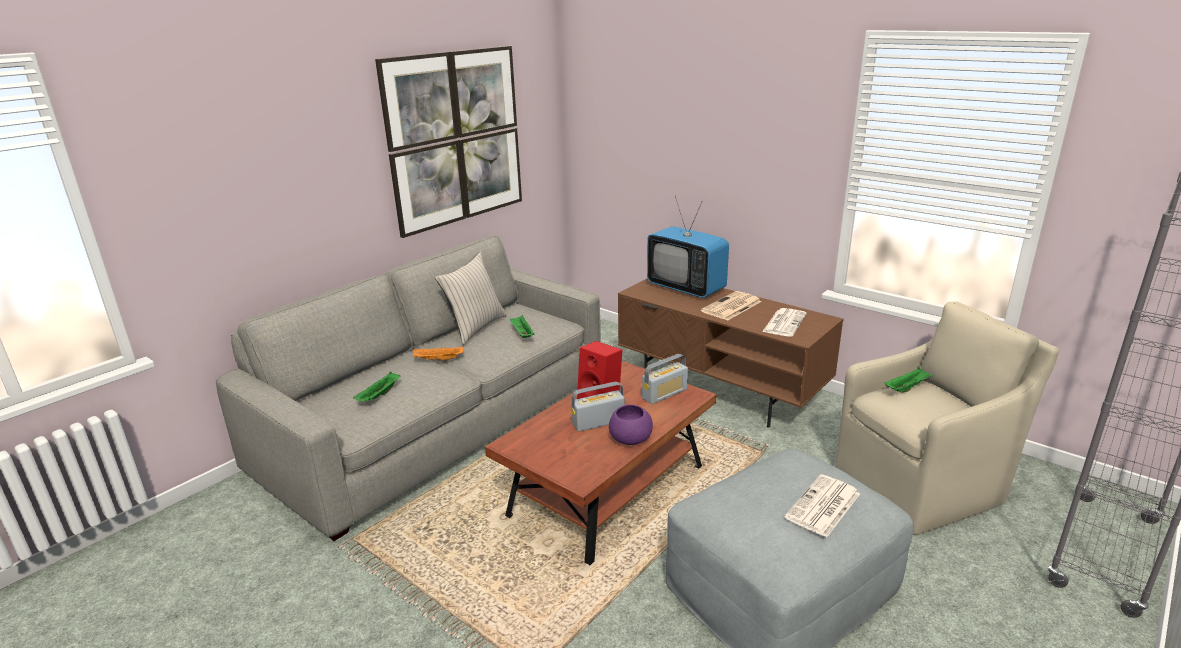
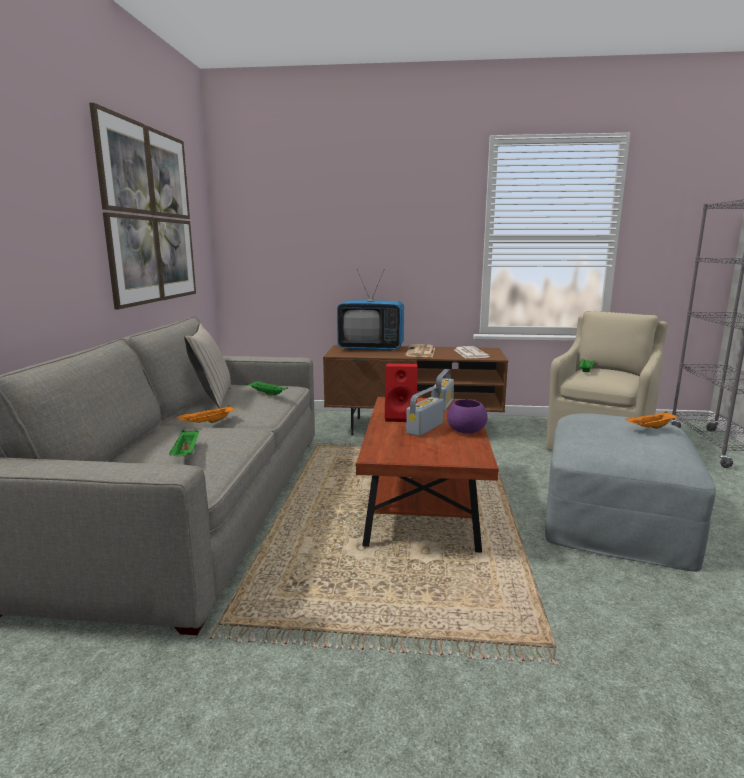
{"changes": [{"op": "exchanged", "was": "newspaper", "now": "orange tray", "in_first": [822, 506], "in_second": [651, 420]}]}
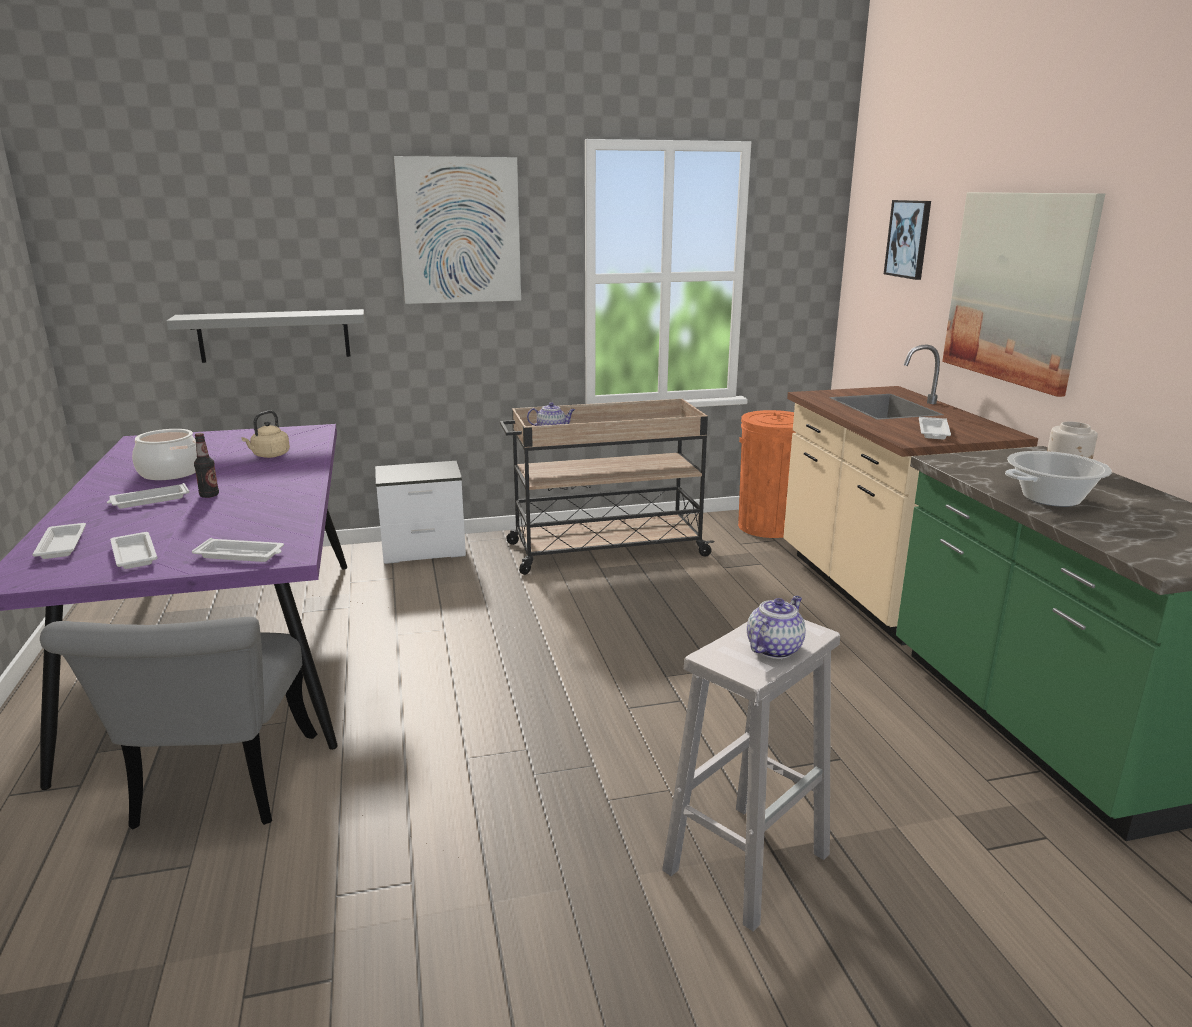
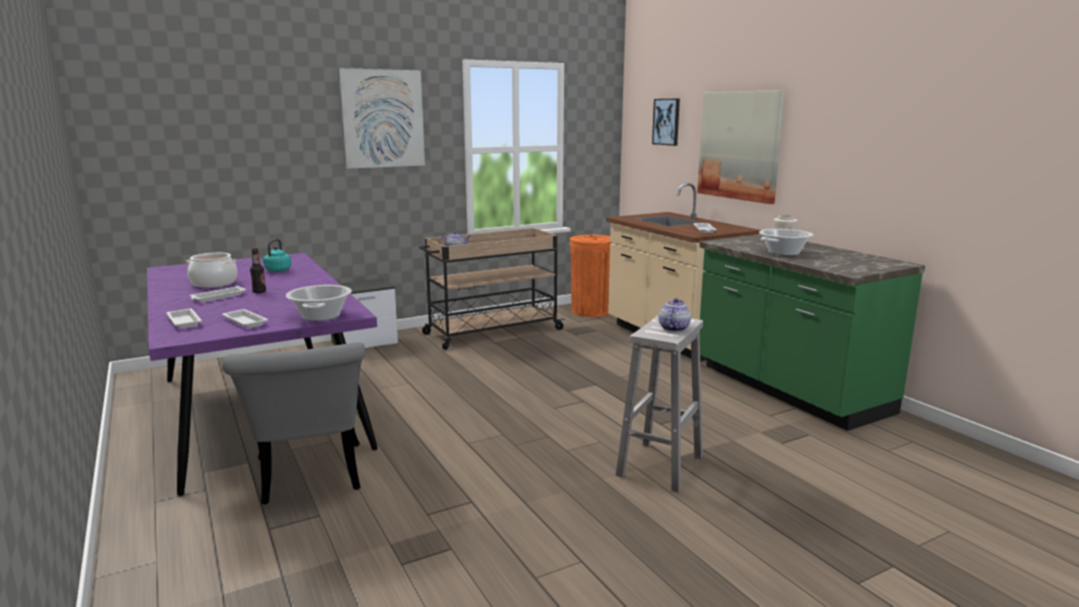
{"changes": [{"op": "missing", "was": "grey shelf", "in_first": [265, 336]}, {"op": "colour", "was": "beige kettle", "now": "turquoise kettle", "in_first": [265, 434], "in_second": [276, 255]}, {"op": "exchanged", "was": "white tray", "now": "cooking pot", "in_first": [238, 550], "in_second": [319, 303]}]}
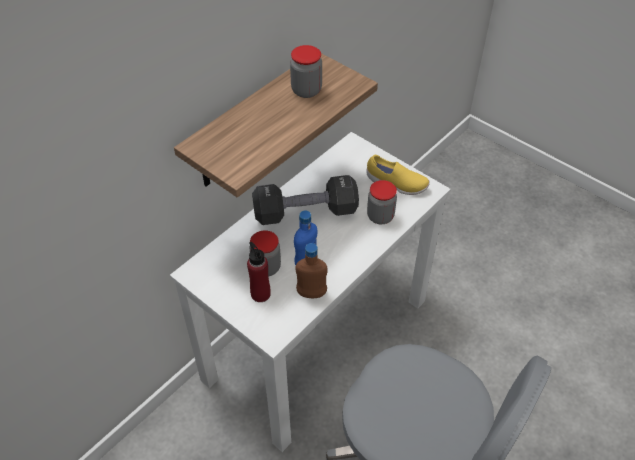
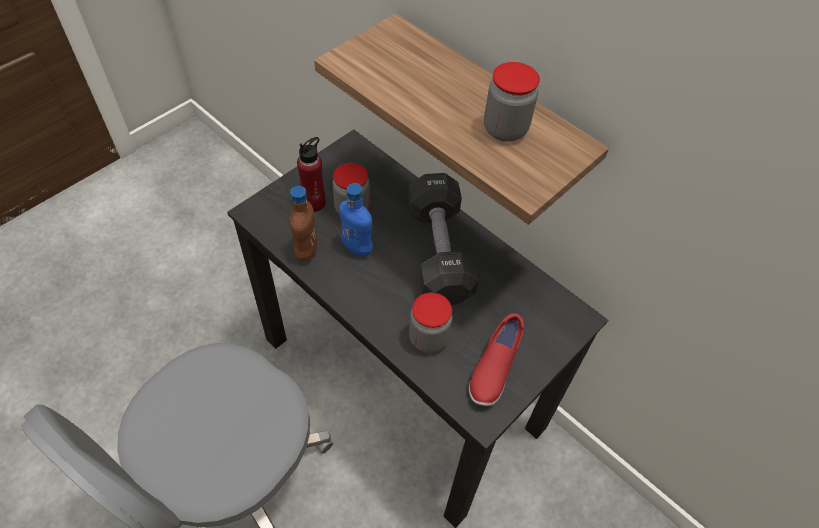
{"changes": [{"op": "colour", "was": "white desk", "now": "black desk", "in_first": [310, 292], "in_second": [417, 328]}, {"op": "colour", "was": "yellow shoe", "now": "red shoe", "in_first": [398, 175], "in_second": [496, 359]}]}
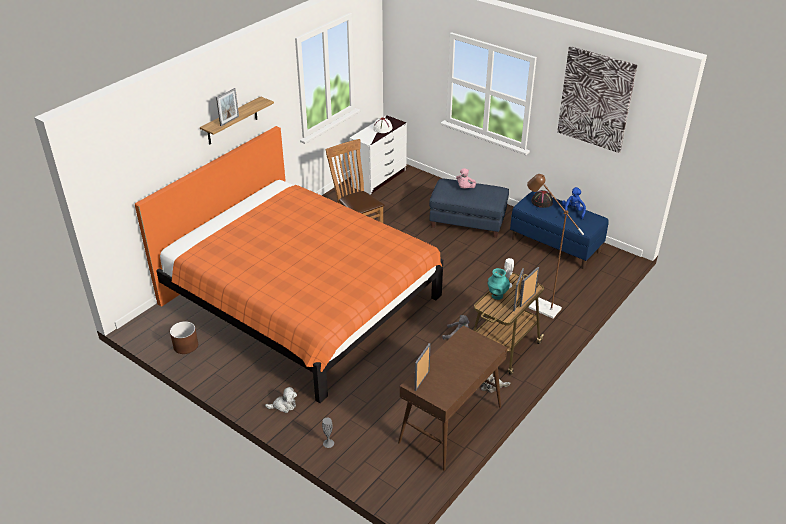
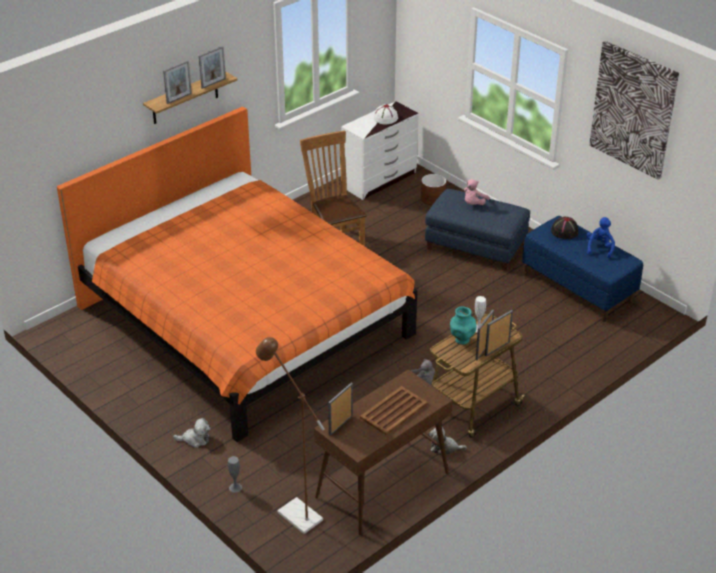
{"changes": [{"op": "relocated", "was": "brown floor lamp", "in_first": [555, 246], "in_second": [290, 435]}, {"op": "relocated", "was": "brown planter", "in_first": [184, 337], "in_second": [433, 189]}, {"op": "appeared", "now": "picture frame", "in_second": [212, 67]}, {"op": "appeared", "now": "brown tray", "in_second": [394, 410]}]}
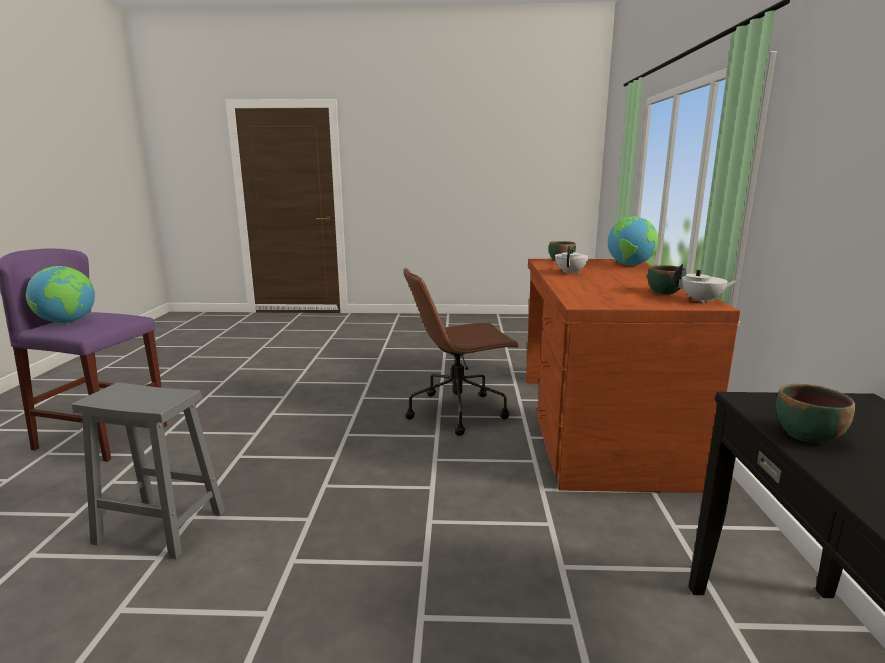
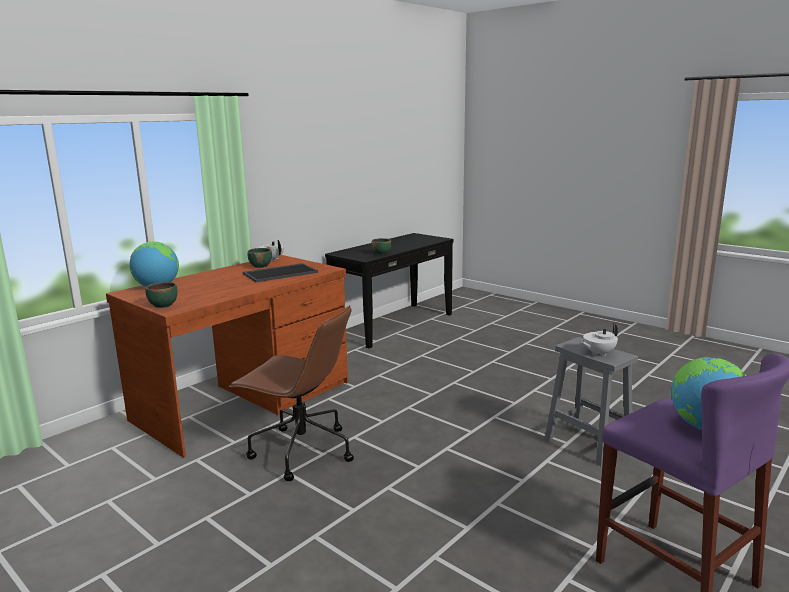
{"changes": [{"op": "relocated", "was": "white teapot", "in_first": [572, 260], "in_second": [599, 339]}, {"op": "appeared", "now": "tray", "in_second": [280, 272]}]}
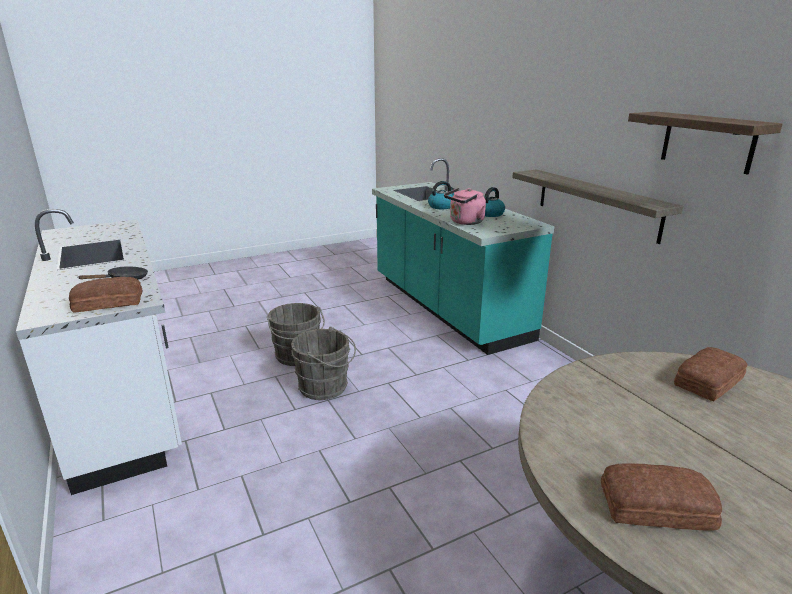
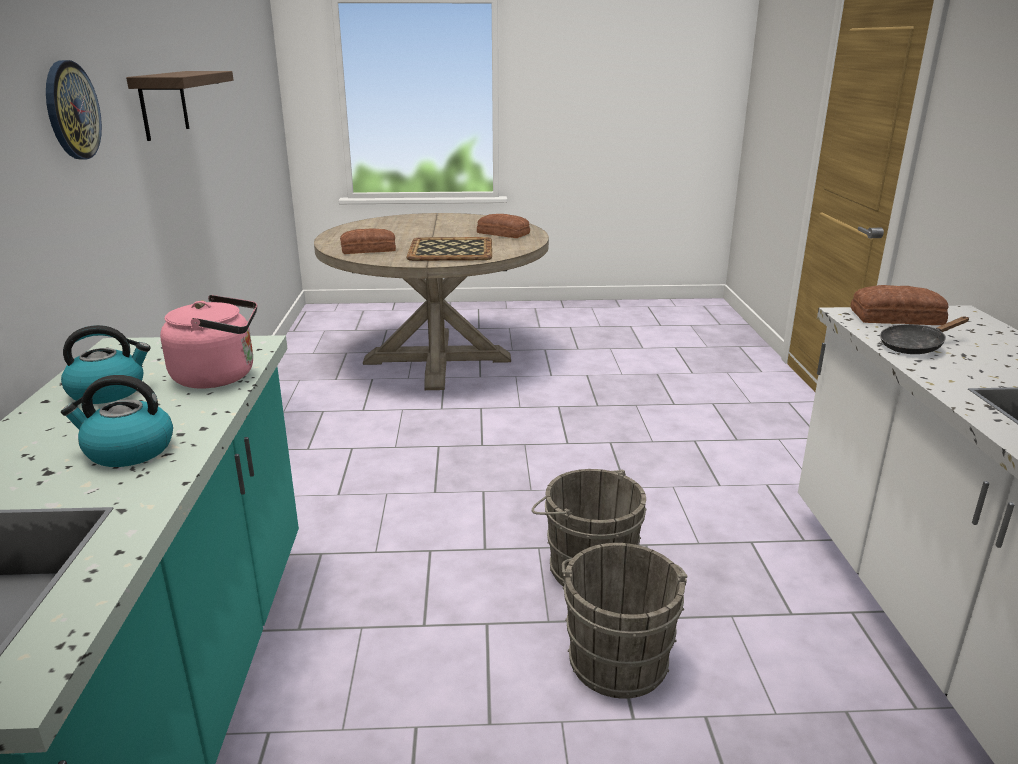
{"changes": [{"op": "missing", "was": "shelf", "in_first": [597, 207]}, {"op": "appeared", "now": "wall clock", "in_second": [74, 109]}, {"op": "appeared", "now": "tray", "in_second": [449, 249]}]}
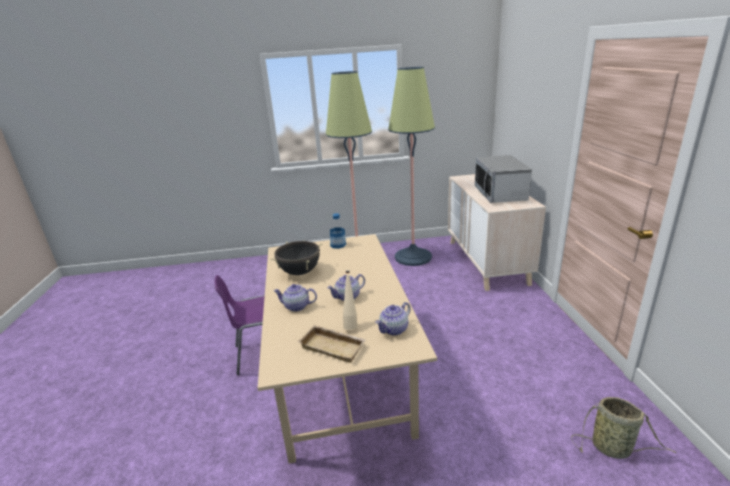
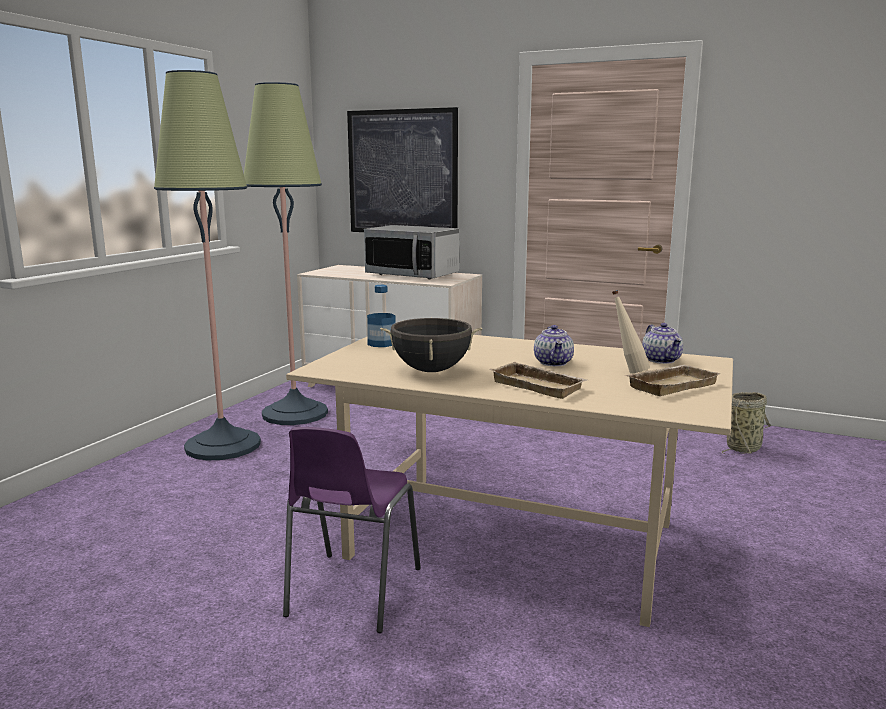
{"changes": [{"op": "exchanged", "was": "teapot", "now": "beige tray", "in_first": [295, 298], "in_second": [538, 380]}, {"op": "appeared", "now": "picture", "in_second": [402, 169]}]}
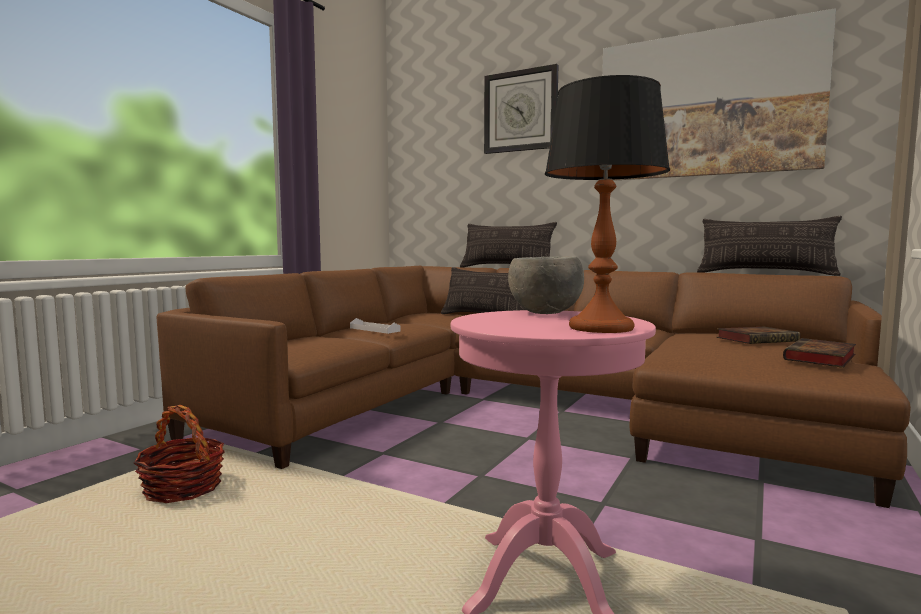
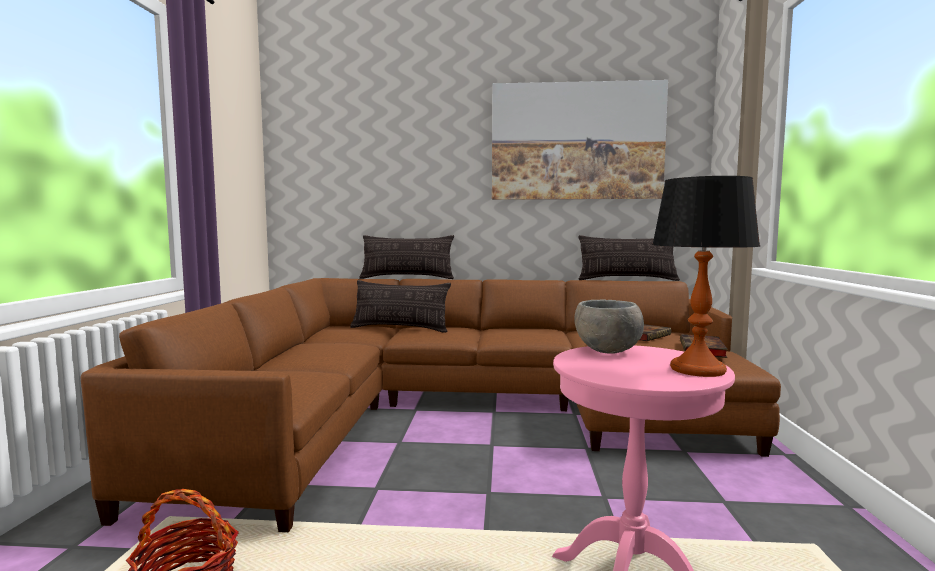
{"changes": [{"op": "missing", "was": "wall clock", "in_first": [521, 109]}, {"op": "missing", "was": "white tray", "in_first": [375, 326]}]}
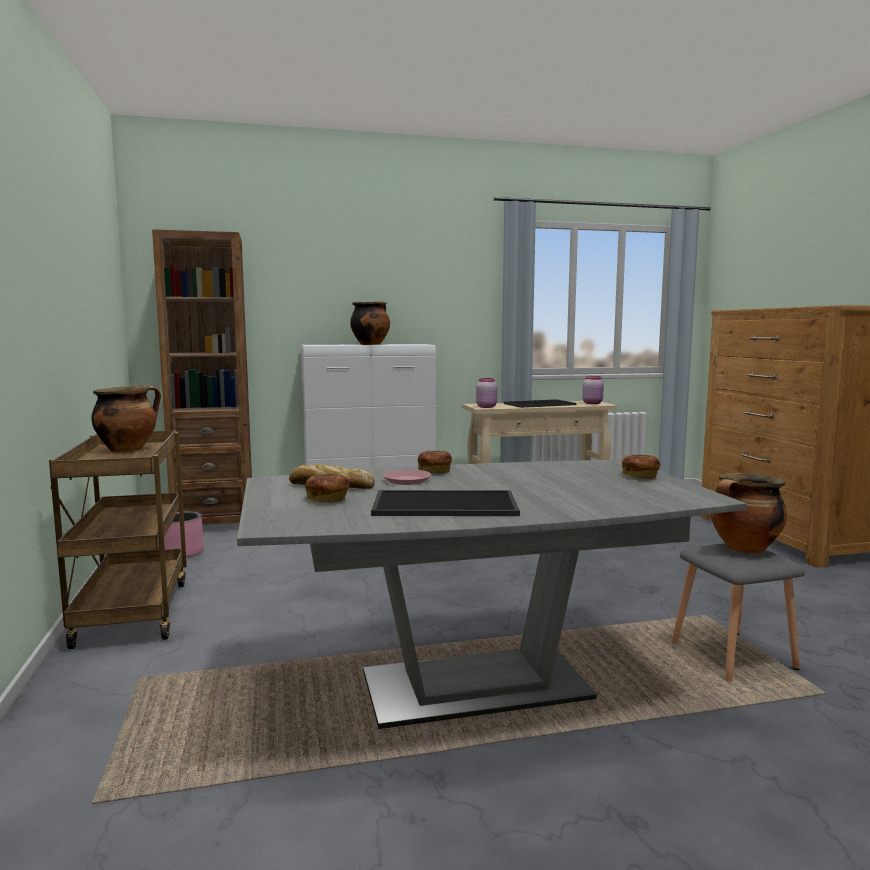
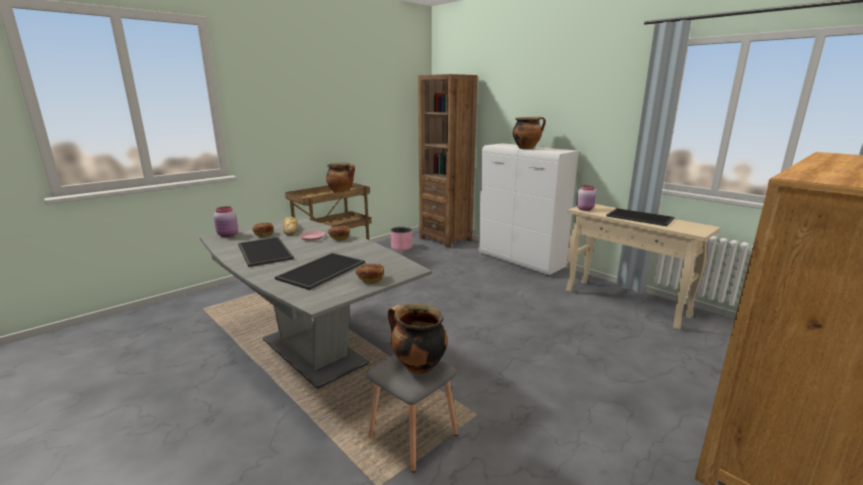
{"changes": [{"op": "relocated", "was": "pink jar", "in_first": [593, 390], "in_second": [226, 221]}, {"op": "appeared", "now": "tray", "in_second": [320, 271]}]}
